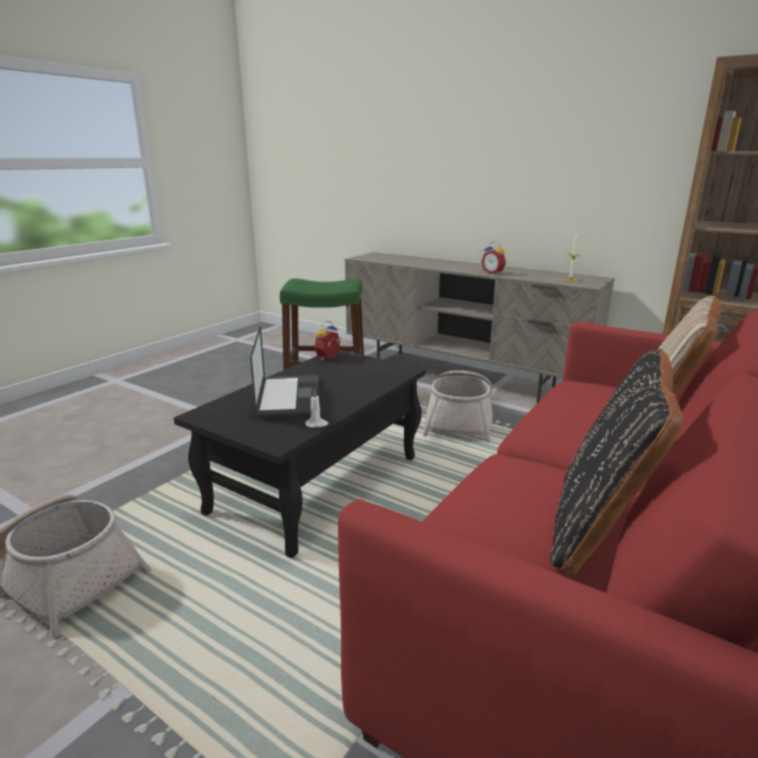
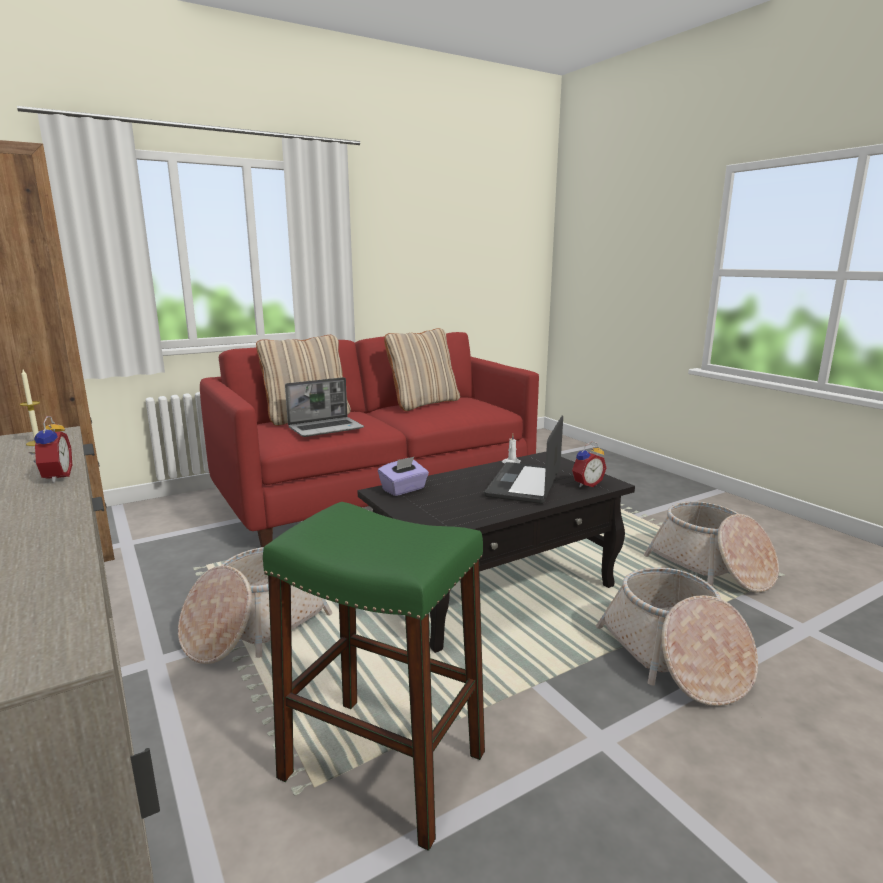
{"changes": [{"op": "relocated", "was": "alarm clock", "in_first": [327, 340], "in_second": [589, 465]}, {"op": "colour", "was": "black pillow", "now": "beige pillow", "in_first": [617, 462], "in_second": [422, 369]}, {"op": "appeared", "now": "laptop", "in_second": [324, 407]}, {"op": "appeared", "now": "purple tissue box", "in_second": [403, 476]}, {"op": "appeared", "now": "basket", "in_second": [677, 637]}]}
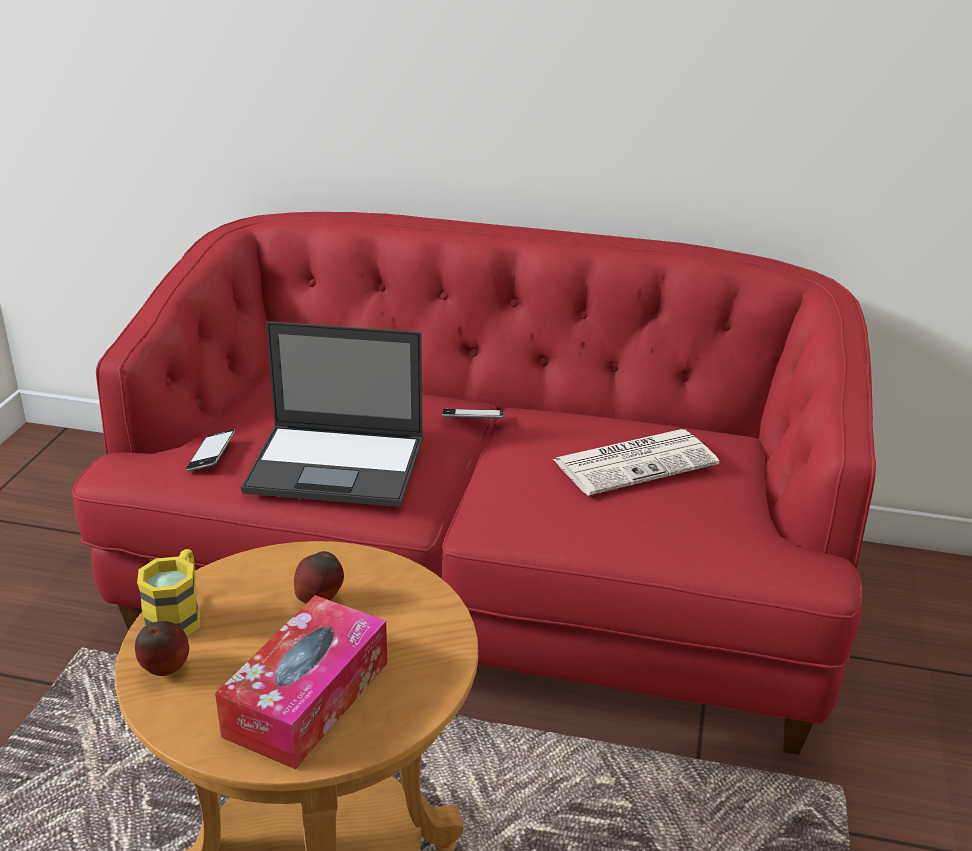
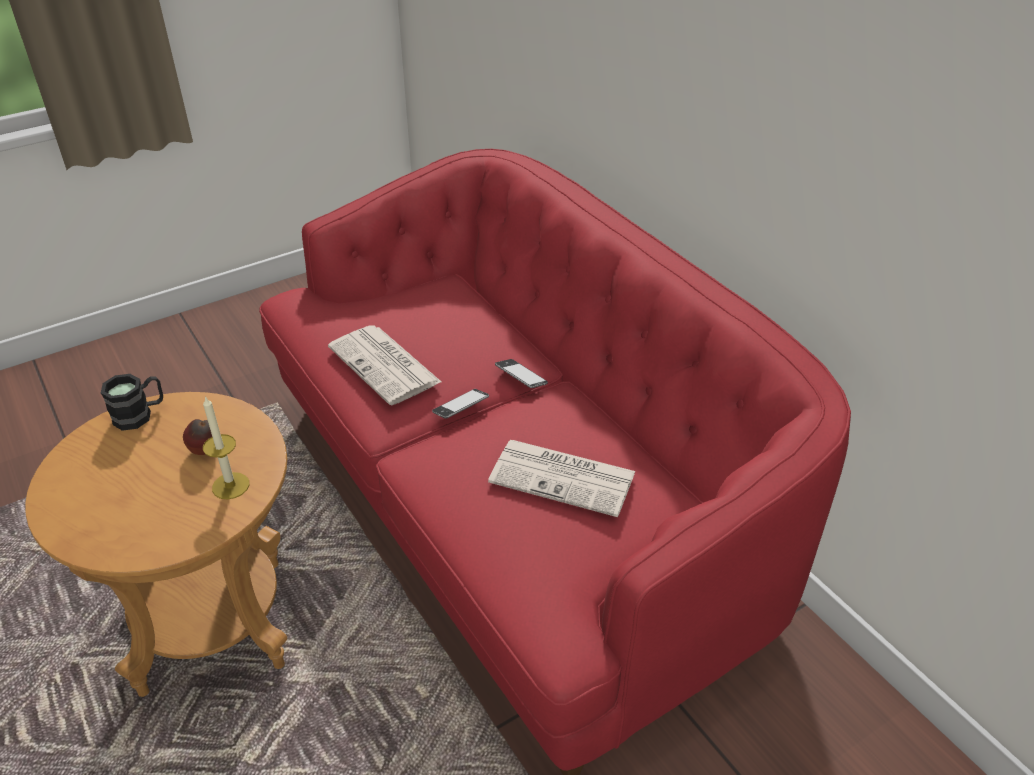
{"changes": [{"op": "exchanged", "was": "laptop", "now": "newspaper", "in_first": [332, 414], "in_second": [384, 365]}, {"op": "relocated", "was": "phone", "in_first": [210, 450], "in_second": [460, 404]}, {"op": "colour", "was": "yellow mug", "now": "black mug", "in_first": [168, 592], "in_second": [132, 402]}, {"op": "missing", "was": "tissue box", "in_first": [301, 682]}, {"op": "missing", "was": "apple", "in_first": [162, 648]}, {"op": "appeared", "now": "candle", "in_second": [226, 448]}]}
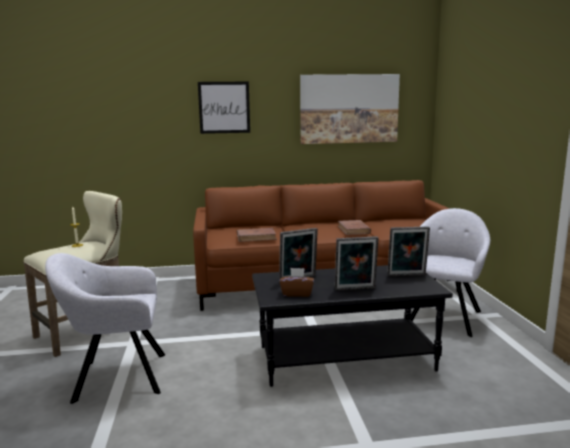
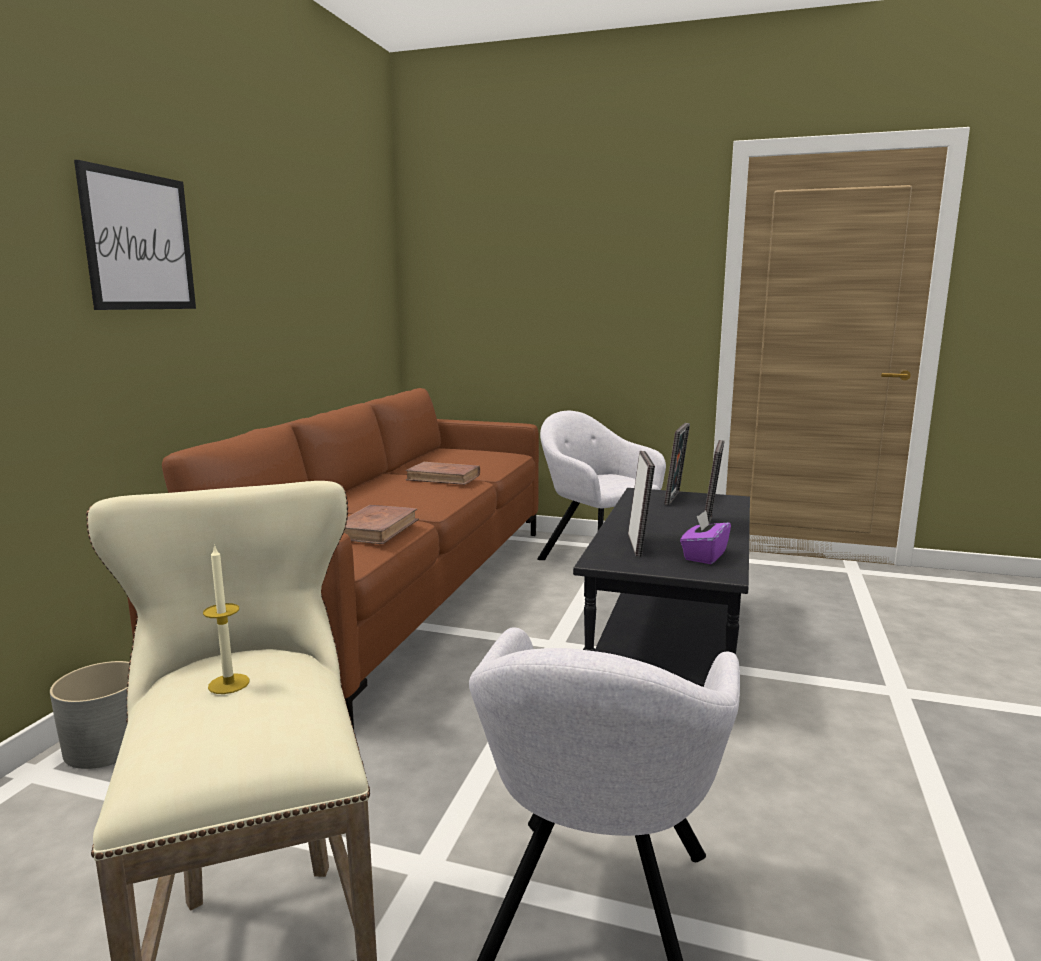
{"changes": [{"op": "missing", "was": "picture", "in_first": [350, 109]}, {"op": "colour", "was": "brown tissue box", "now": "purple tissue box", "in_first": [296, 282], "in_second": [705, 537]}, {"op": "appeared", "now": "grey planter", "in_second": [90, 715]}]}
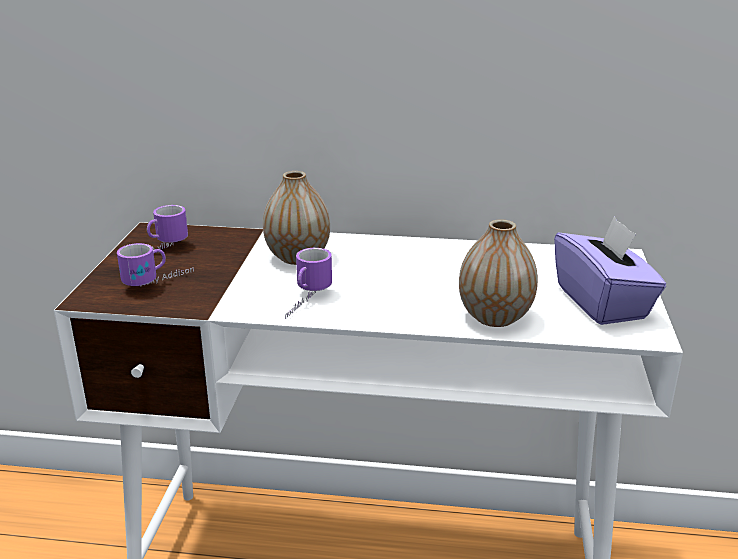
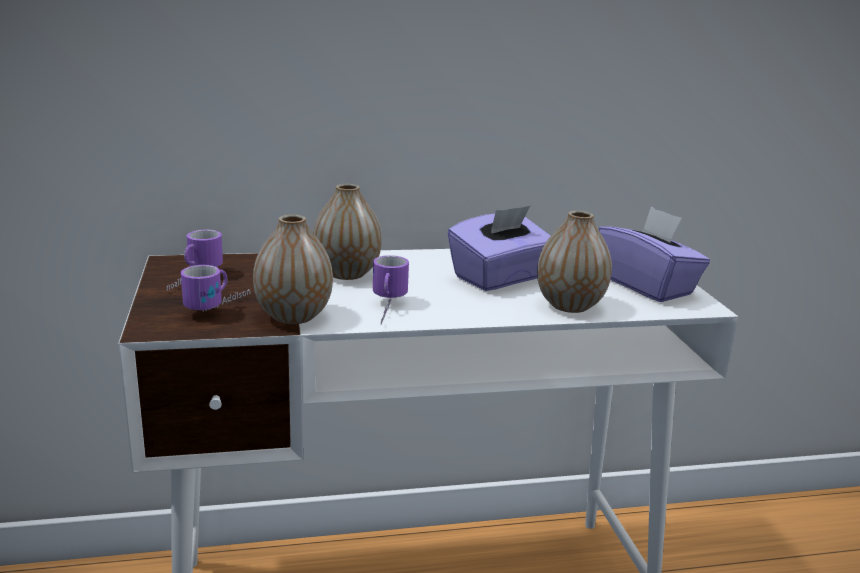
{"changes": [{"op": "appeared", "now": "purple tissue box", "in_second": [499, 248]}, {"op": "appeared", "now": "vase", "in_second": [293, 269]}]}
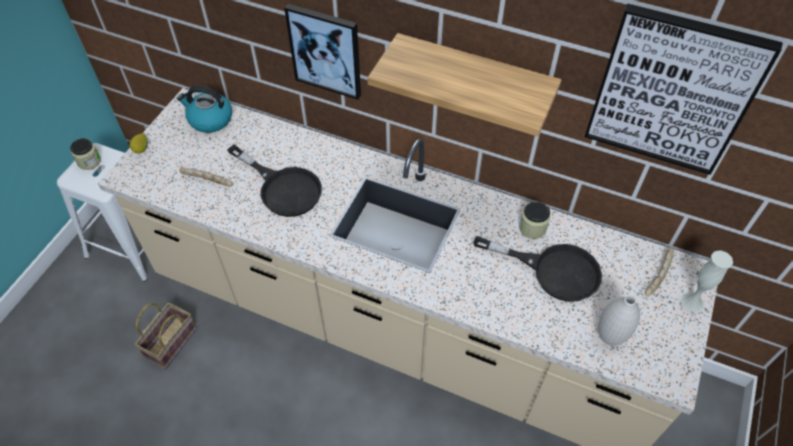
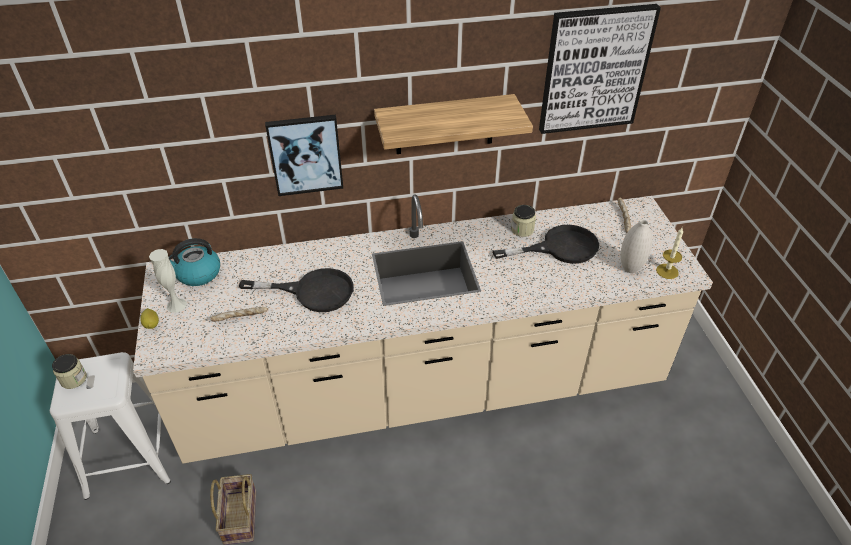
{"changes": [{"op": "relocated", "was": "white vase", "in_first": [707, 281], "in_second": [168, 281]}, {"op": "appeared", "now": "candle", "in_second": [669, 253]}]}
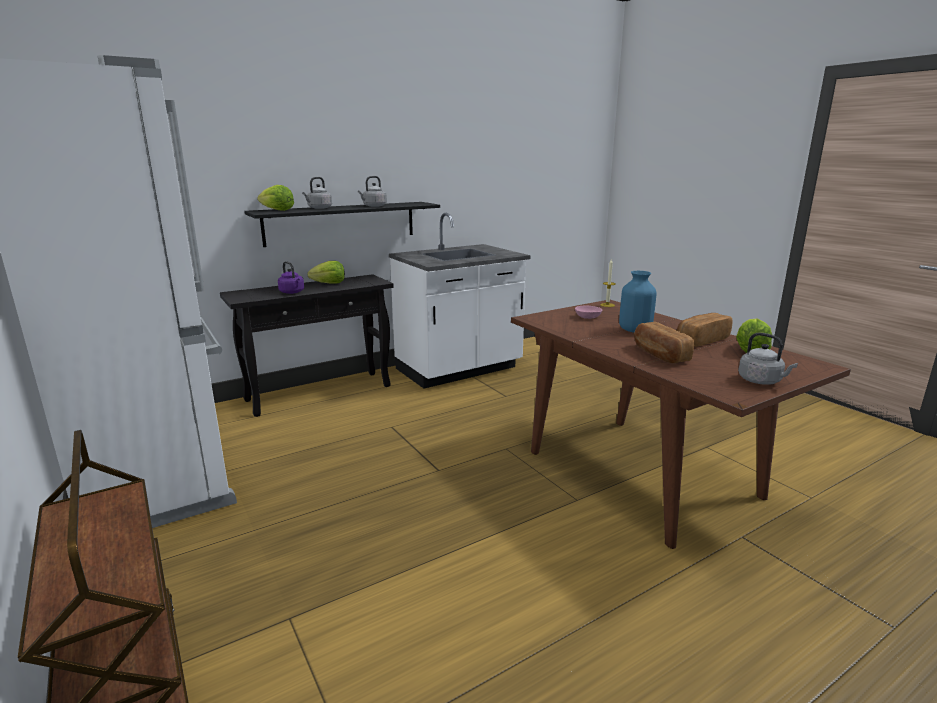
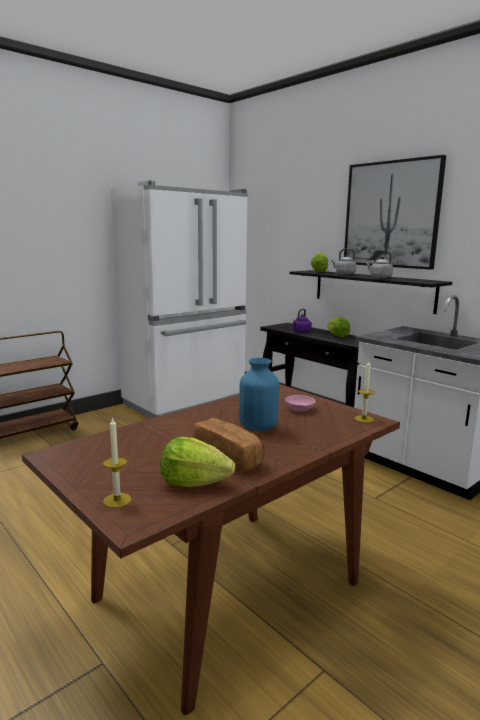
{"changes": [{"op": "missing", "was": "bread", "in_first": [664, 342]}, {"op": "missing", "was": "grey kettle", "in_first": [768, 358]}, {"op": "appeared", "now": "picture", "in_second": [395, 212]}, {"op": "appeared", "now": "candle", "in_second": [117, 462]}]}
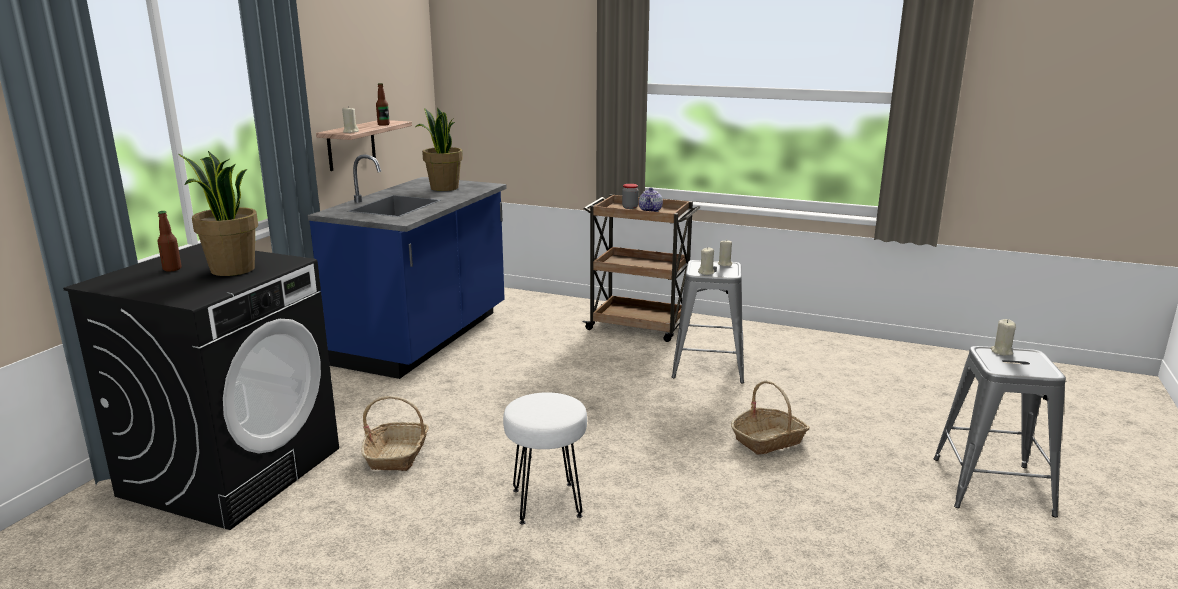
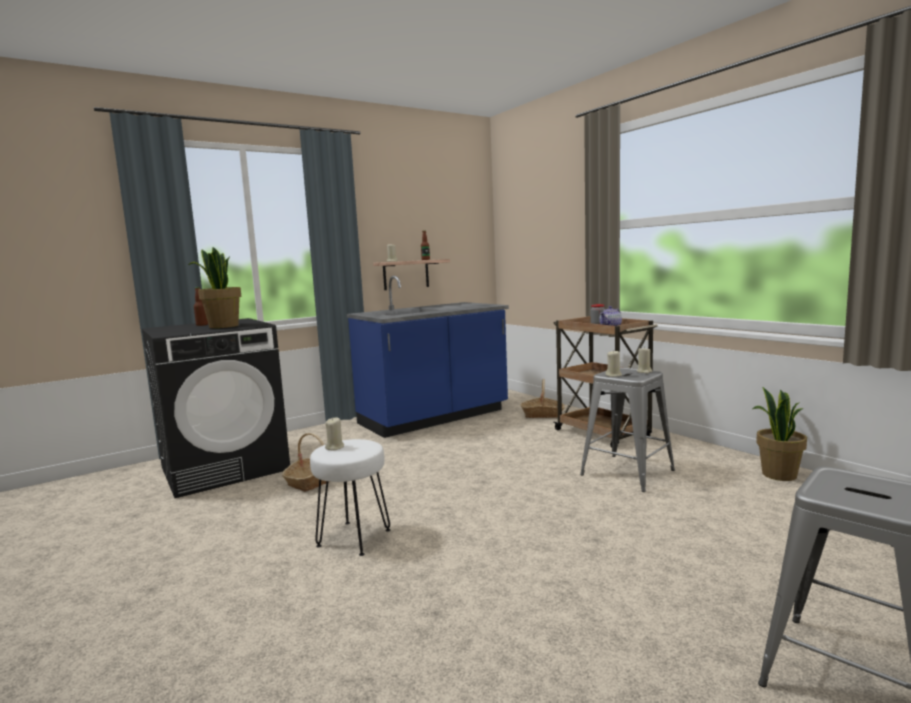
{"changes": [{"op": "relocated", "was": "potted plant", "in_first": [439, 149], "in_second": [780, 434]}, {"op": "relocated", "was": "beige candle", "in_first": [1003, 337], "in_second": [334, 433]}, {"op": "relocated", "was": "basket", "in_first": [770, 417], "in_second": [542, 398]}]}
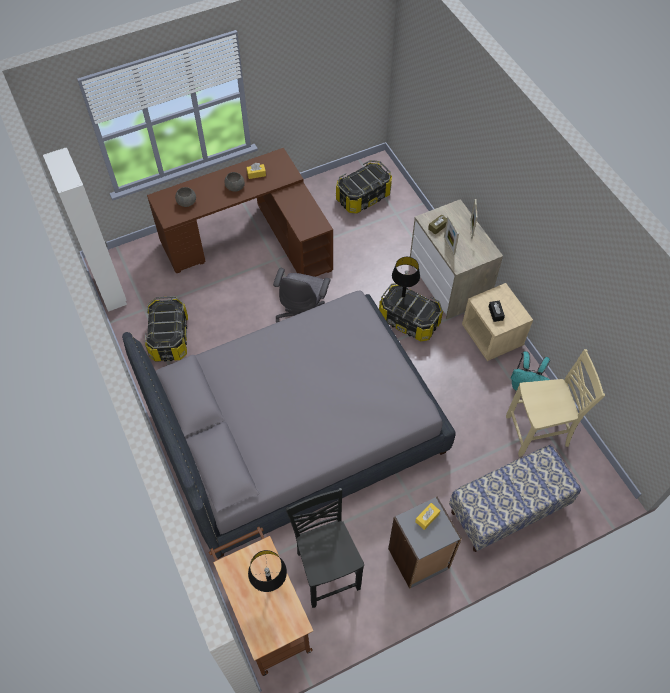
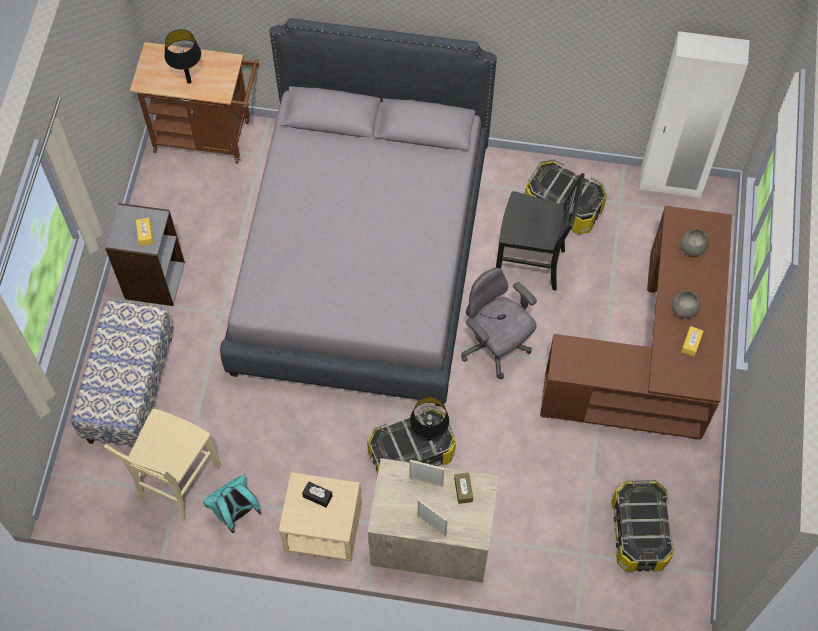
{"changes": [{"op": "relocated", "was": "black chair", "in_first": [324, 548], "in_second": [540, 232]}]}
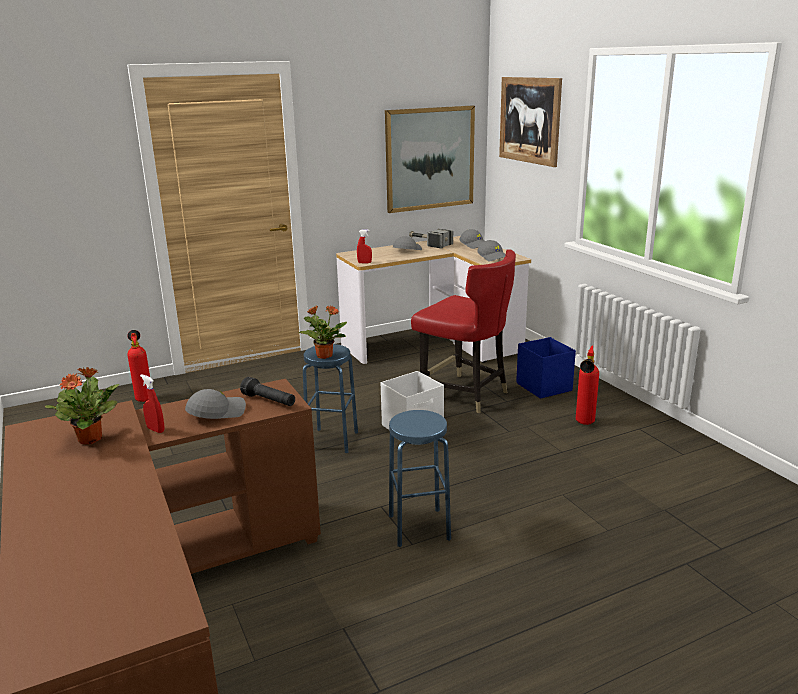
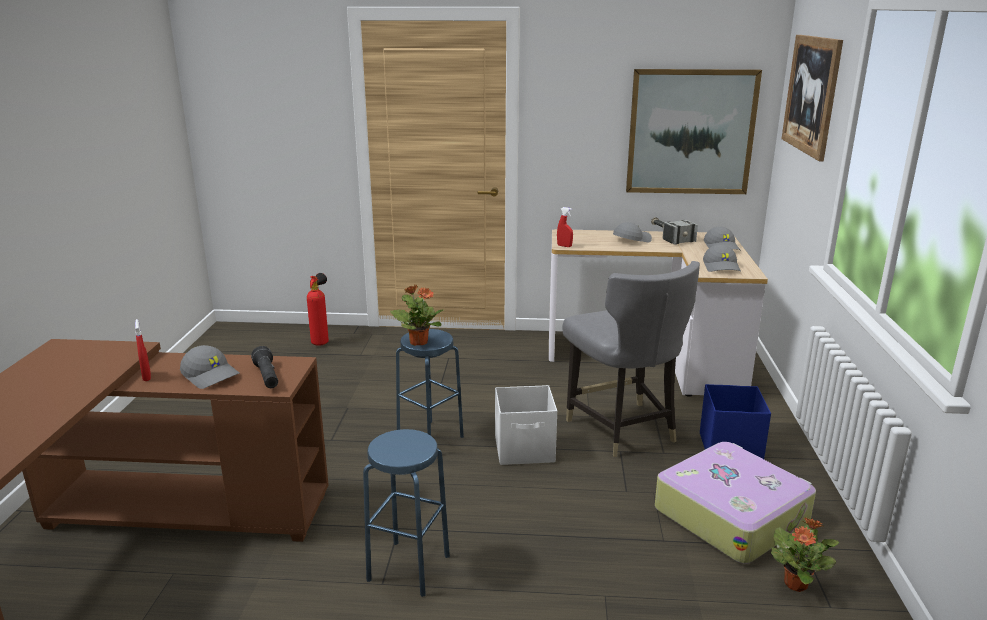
{"changes": [{"op": "colour", "was": "red chair", "now": "grey chair", "in_first": [463, 331], "in_second": [631, 359]}, {"op": "exchanged", "was": "fire extinguisher", "now": "suitcase", "in_first": [587, 385], "in_second": [735, 503]}, {"op": "relocated", "was": "potted plant", "in_first": [82, 406], "in_second": [805, 554]}, {"op": "spun", "was": "grey cap", "in_first": [215, 404], "in_second": [210, 367], "clockwise": 45}]}
